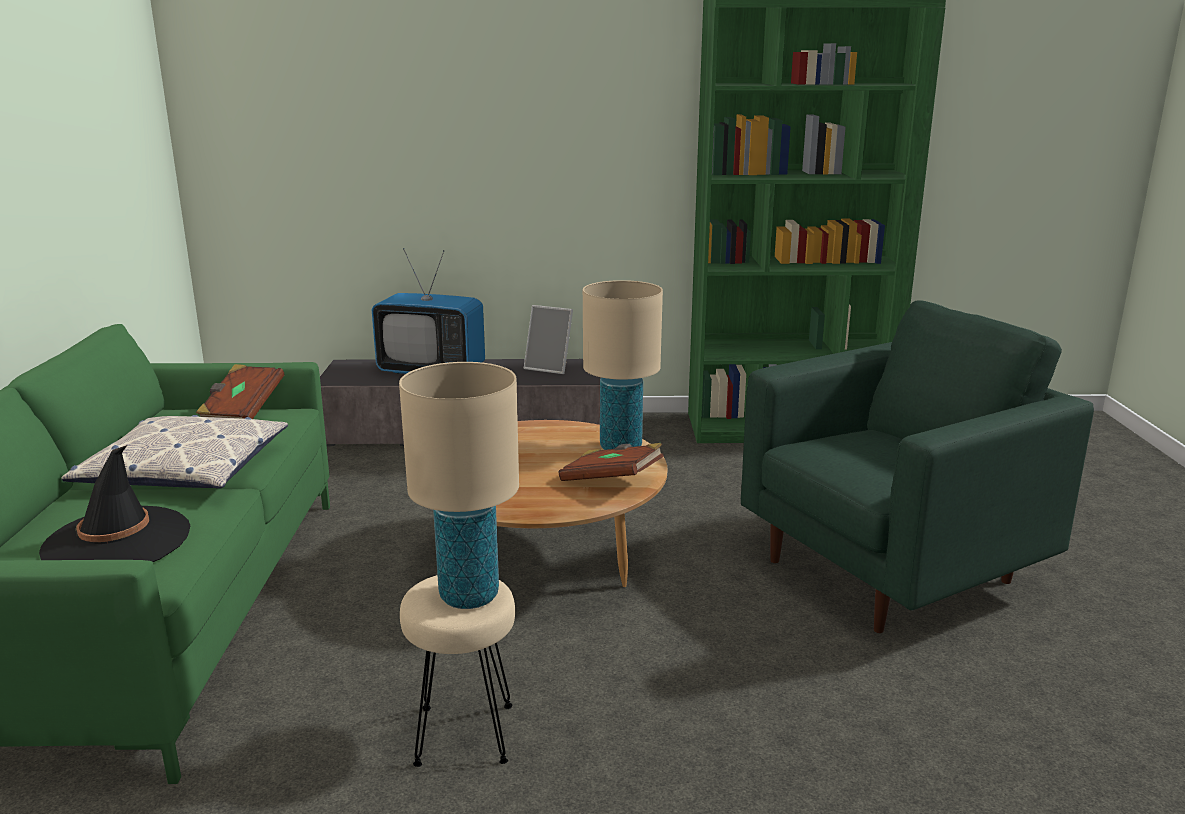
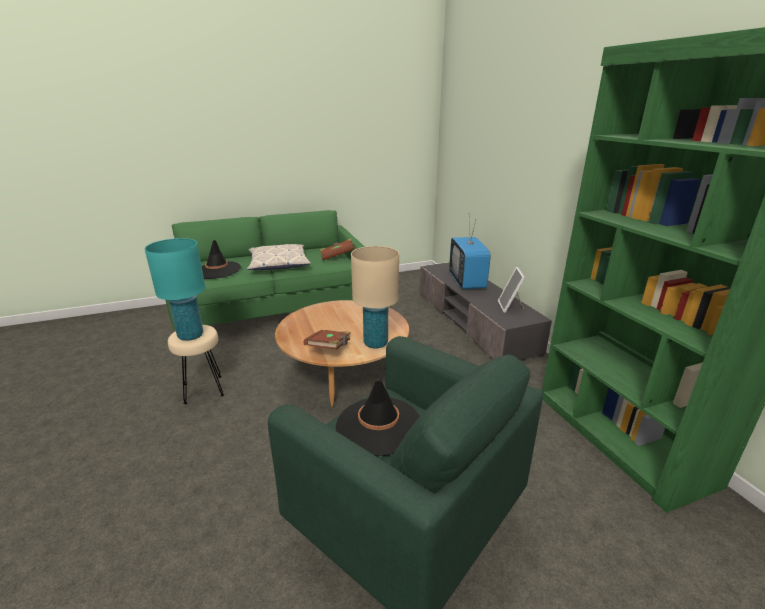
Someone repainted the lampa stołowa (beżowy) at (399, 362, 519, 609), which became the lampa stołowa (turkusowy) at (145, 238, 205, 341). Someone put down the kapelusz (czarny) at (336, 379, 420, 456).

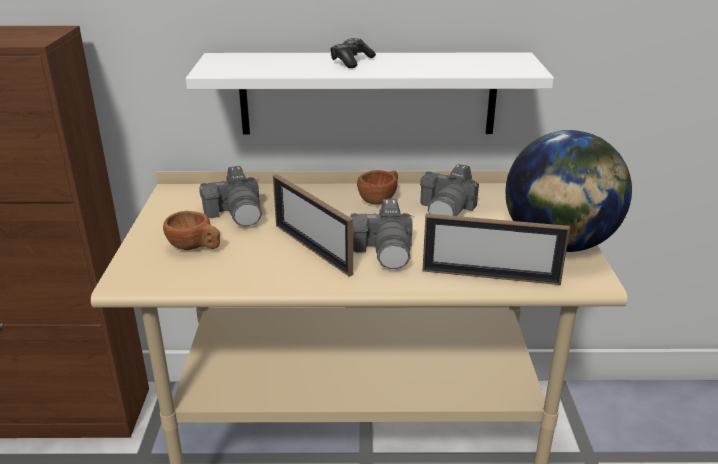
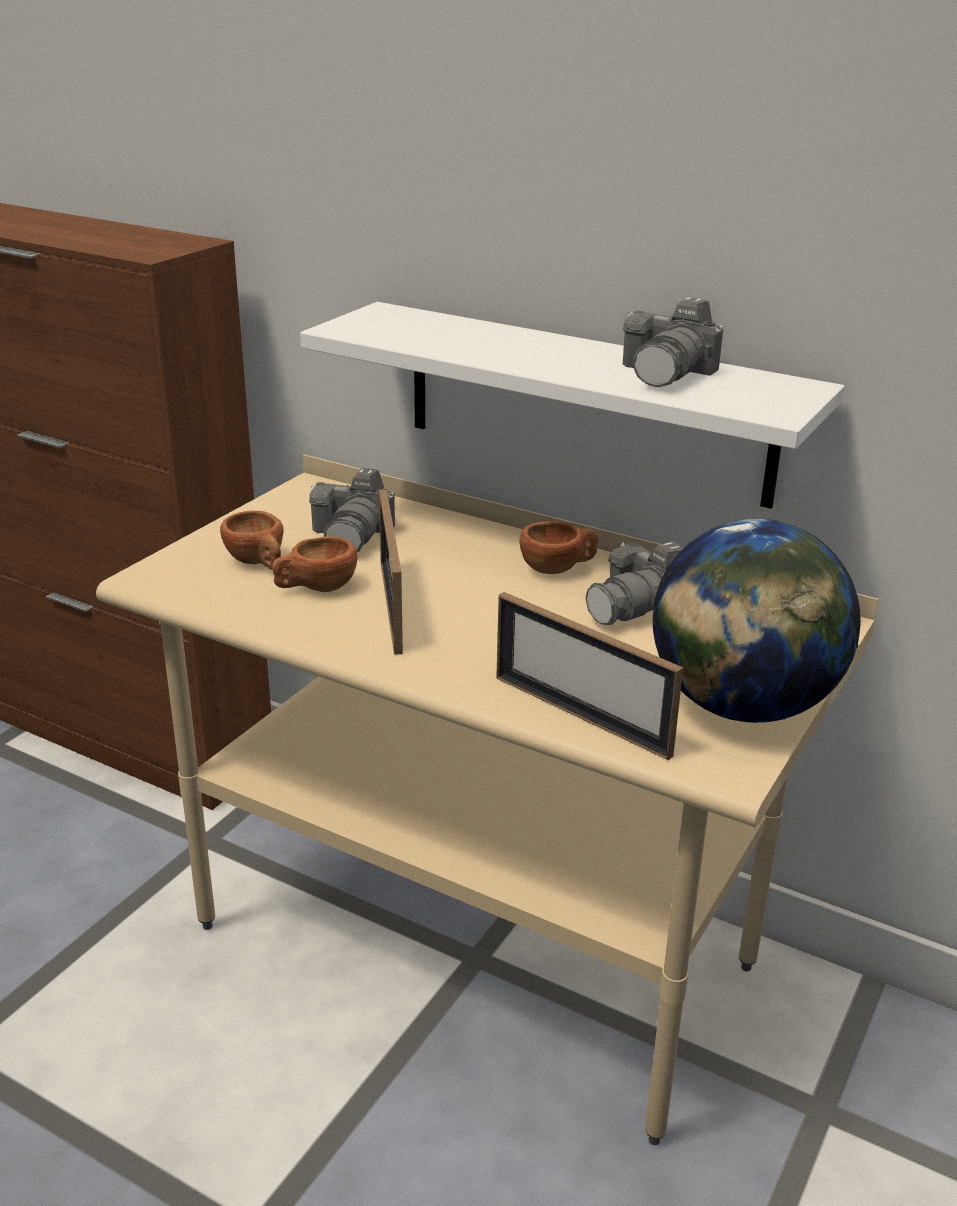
Someone took away the pad do gier at (330, 38, 376, 68). Someone carried the aparat fotograficzny from (350, 199, 414, 269) to (623, 297, 723, 388). Someone put down the filiżanka (brązowy) at (272, 536, 357, 592).

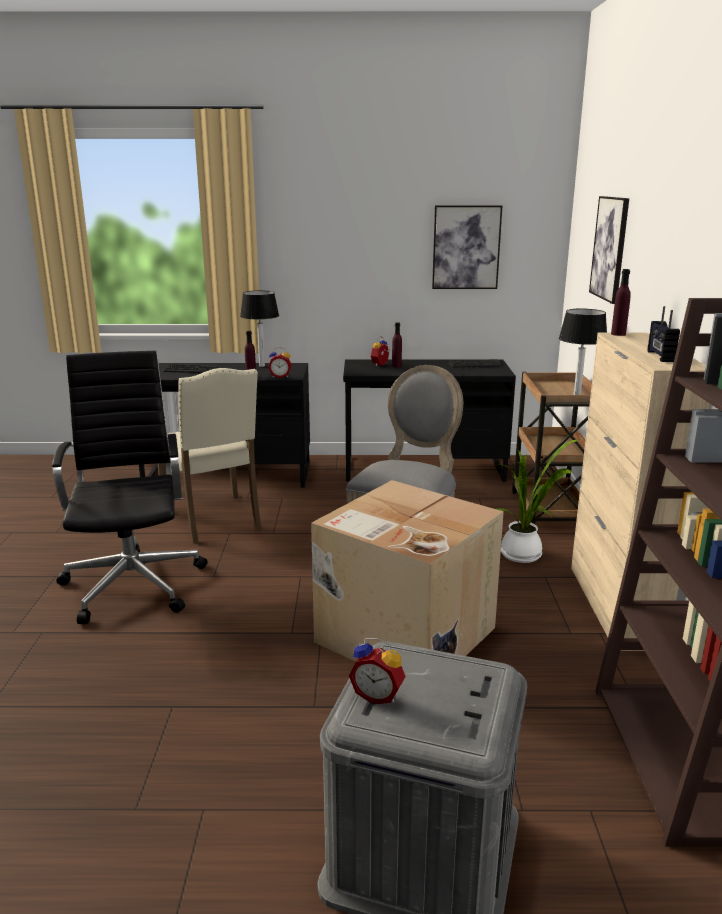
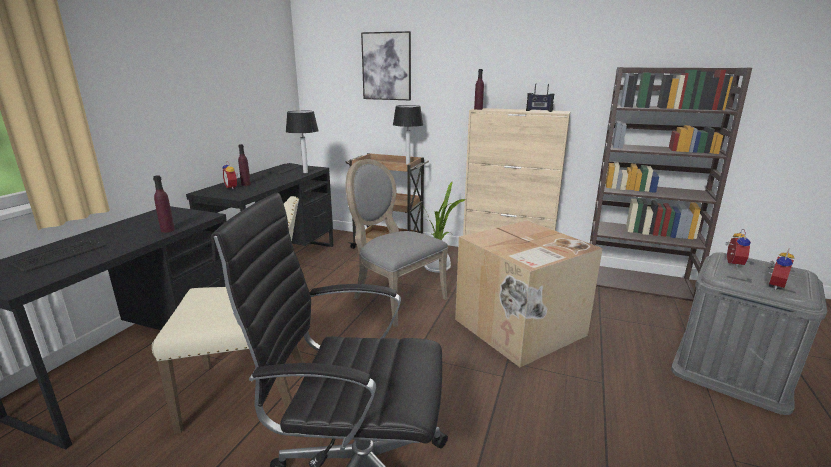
Someone carried the lampa stołowa from (240, 290, 279, 367) to (286, 110, 319, 173). Someone carried the budzik from (268, 347, 292, 378) to (725, 229, 751, 267). Someone took away the obraz at (432, 205, 502, 289).

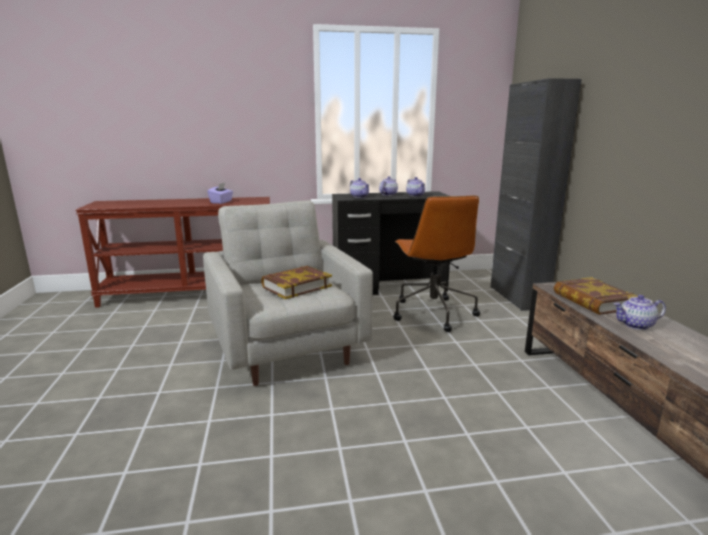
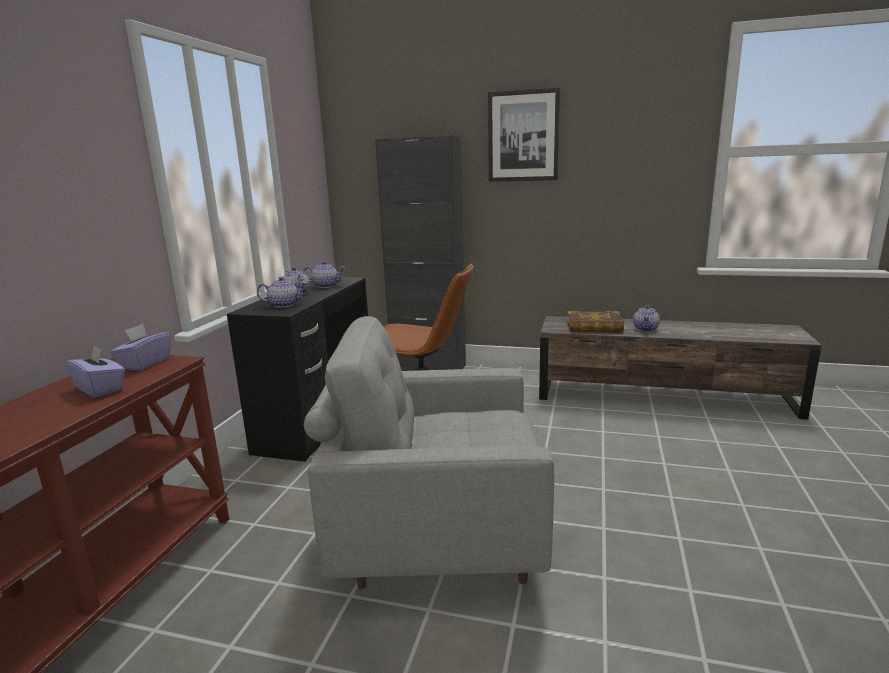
Someone took away the książka at (261, 266, 332, 299). Someone put down the pudełko chusteczek (fioletowy) at (110, 324, 171, 371). Someone put up the obraz at (488, 87, 560, 182).

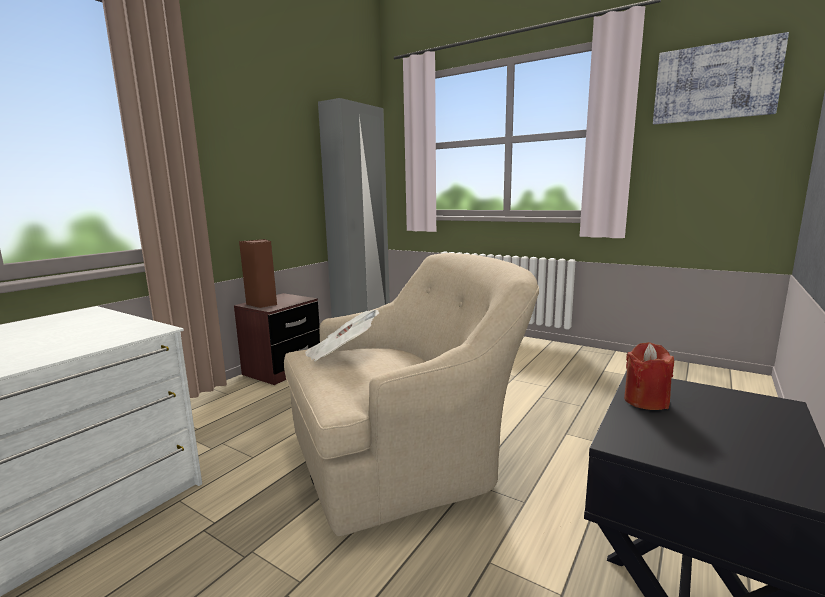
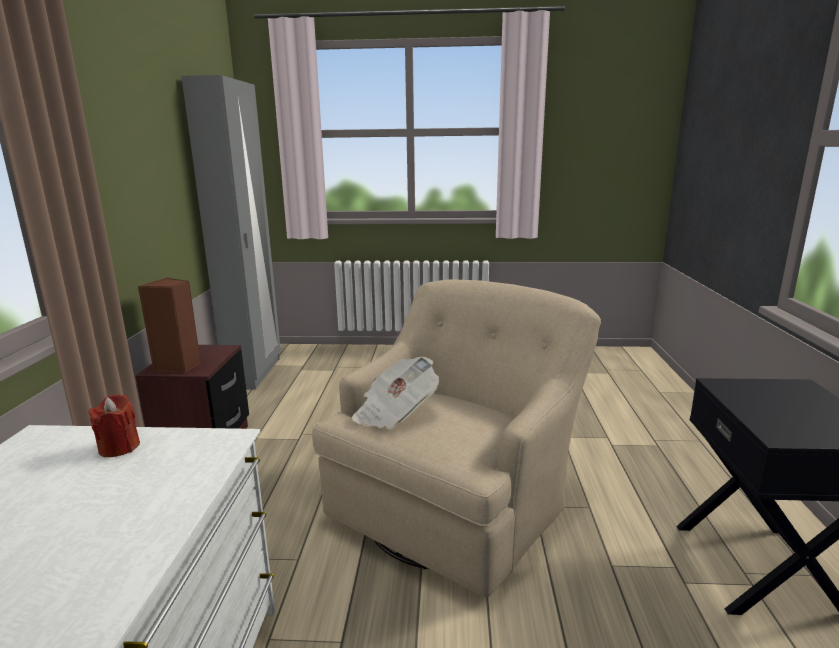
Someone carried the świeca (czerwony) from (624, 342, 674, 410) to (88, 394, 140, 457). Someone took away the obraz at (653, 32, 789, 124).

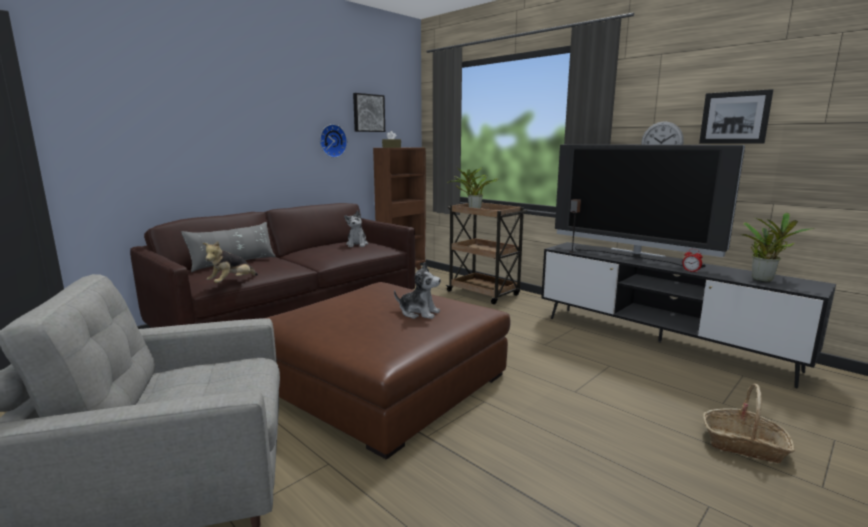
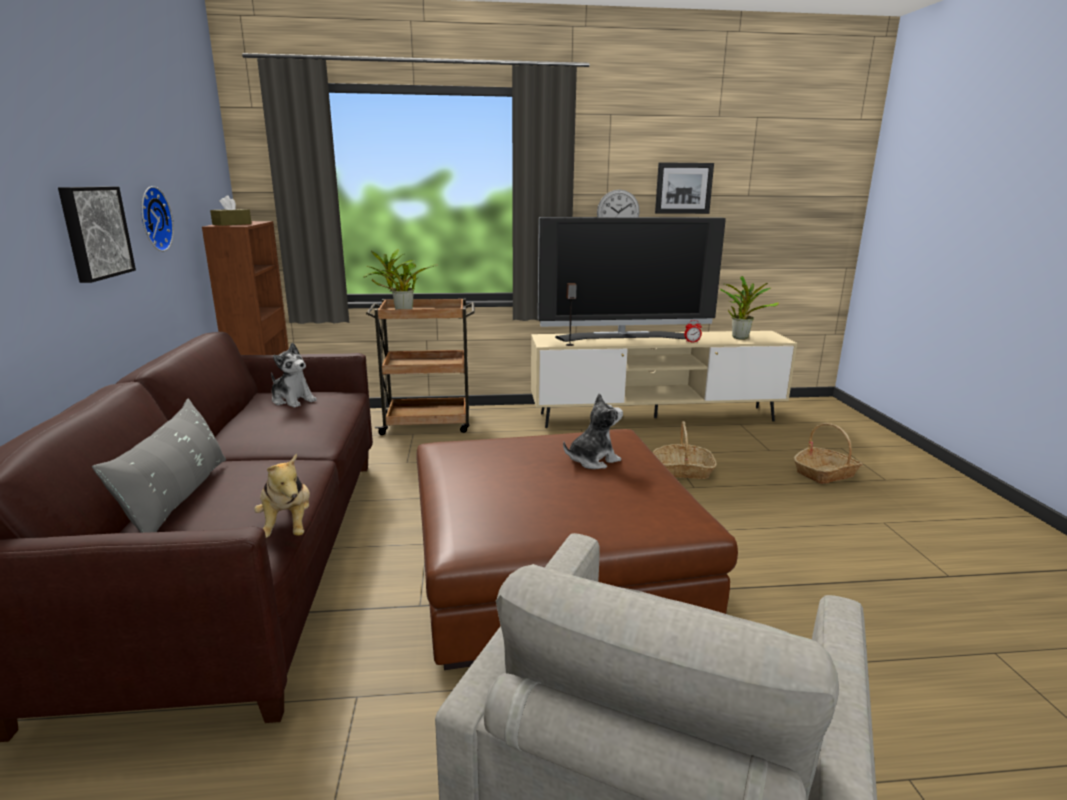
Someone carried the obraz from (353, 93, 385, 132) to (58, 186, 136, 283). Someone repainted the szafka pod telewizor (czarny) at (541, 242, 836, 388), which became the szafka pod telewizor (beżowy) at (531, 331, 797, 428). Someone put down the koszyk at (652, 421, 717, 479).

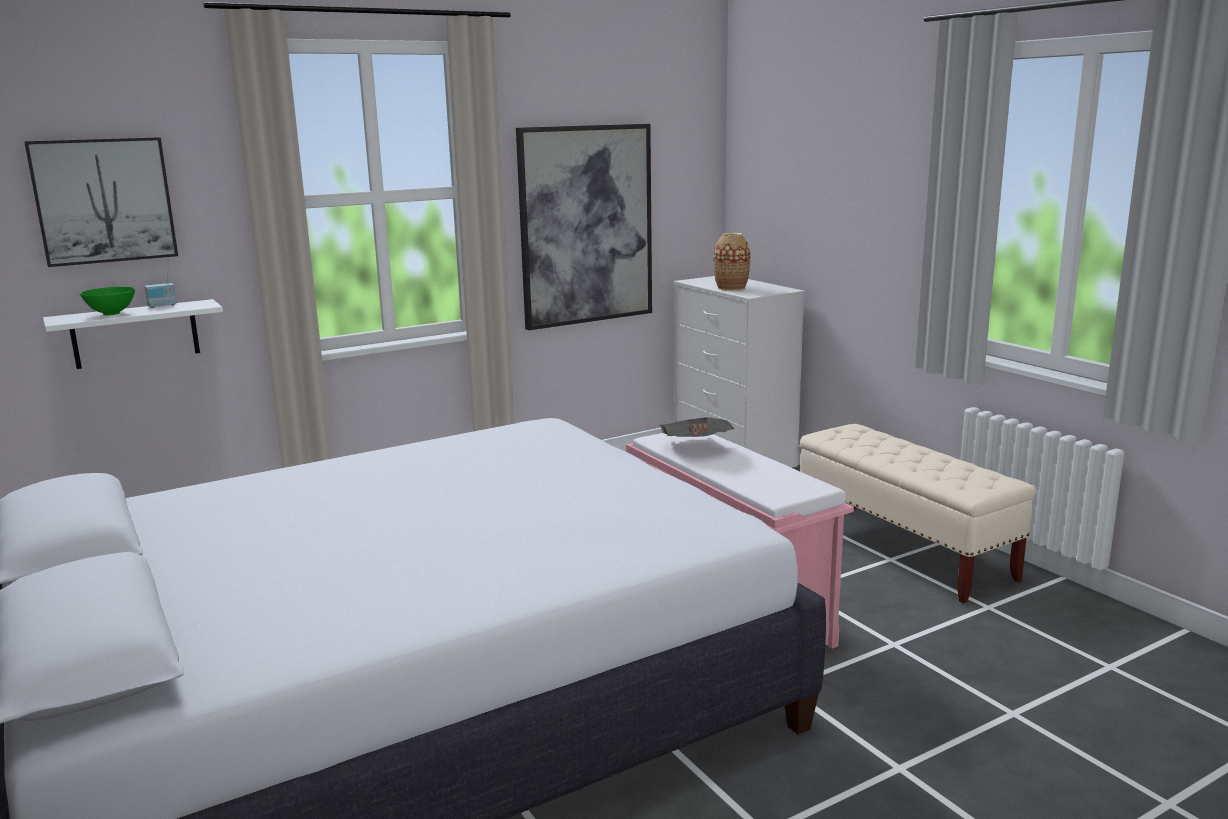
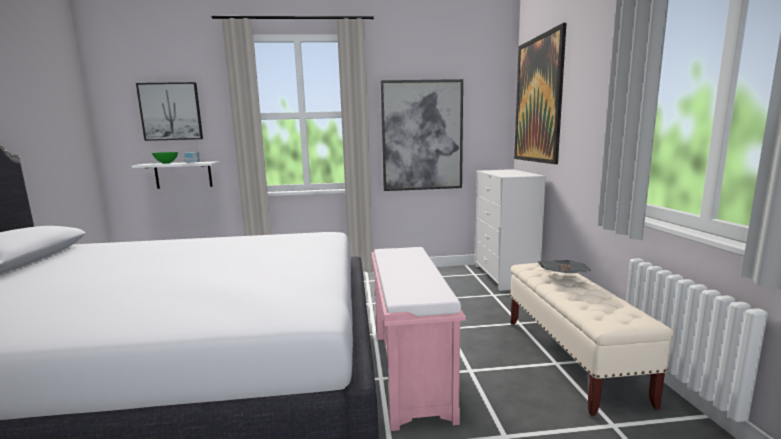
Someone carried the gazeta from (659, 417, 734, 437) to (538, 260, 591, 273). Someone took away the wazon at (713, 233, 750, 291). Someone put up the obraz at (514, 23, 566, 164).

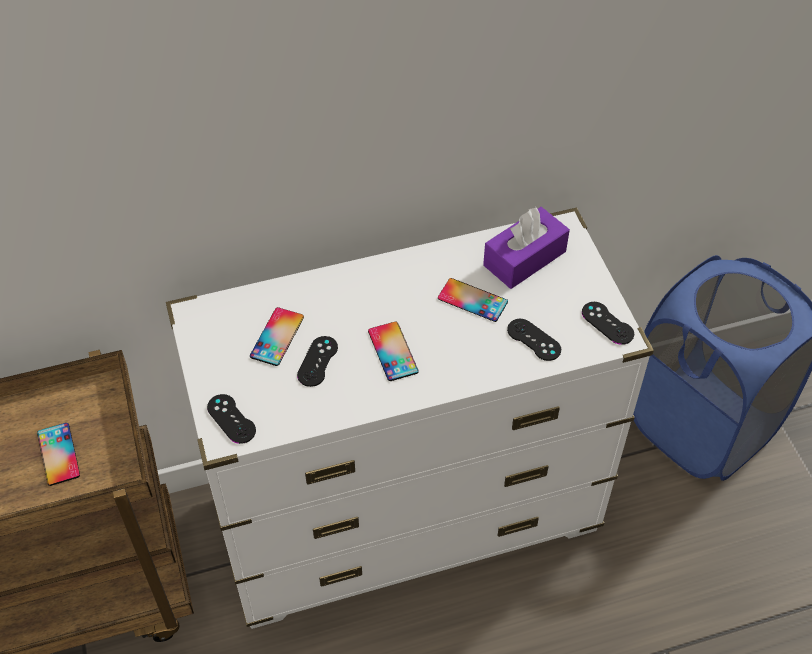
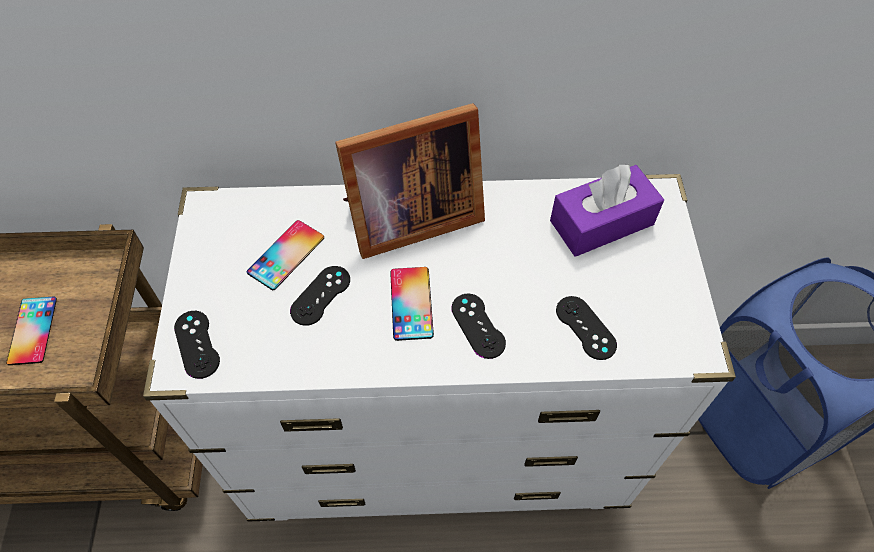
Someone took away the telefon at (438, 278, 508, 322). Someone carried the pad do gier (czarny) from (582, 302, 634, 345) to (451, 294, 506, 359). Someone put down the ramka na zdjęcie at (335, 103, 485, 259).

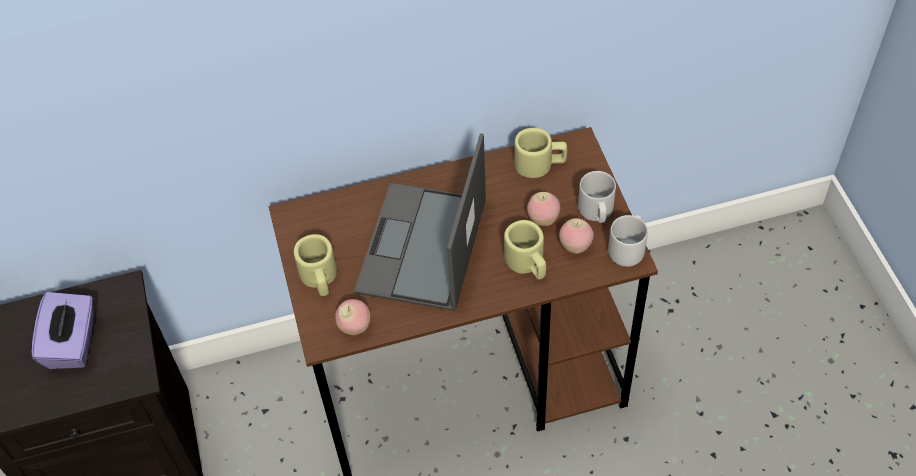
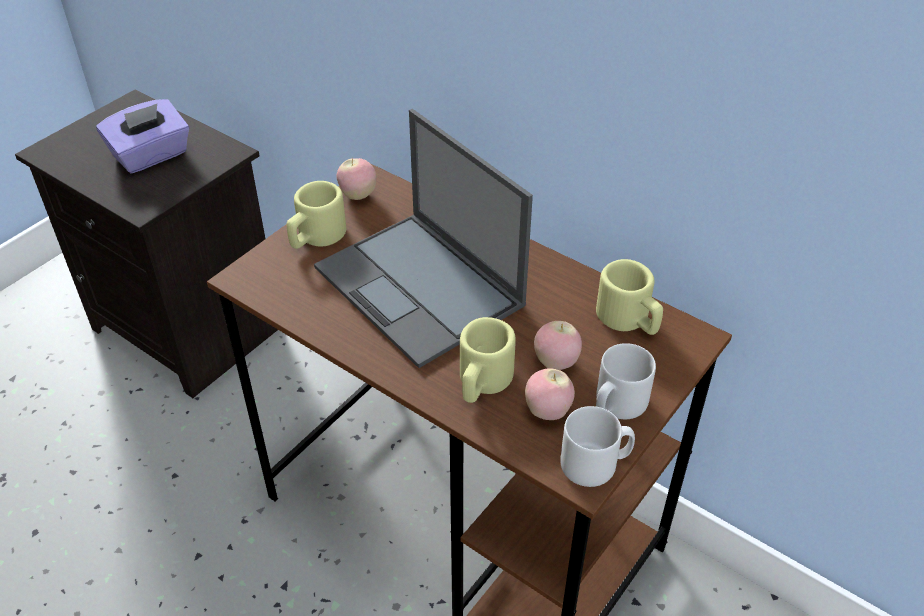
Someone carried the jabłko from (335, 299, 370, 335) to (336, 158, 376, 200). Someone rotated the laptop at (354, 133, 486, 311) by 105 degrees counterclockwise.

